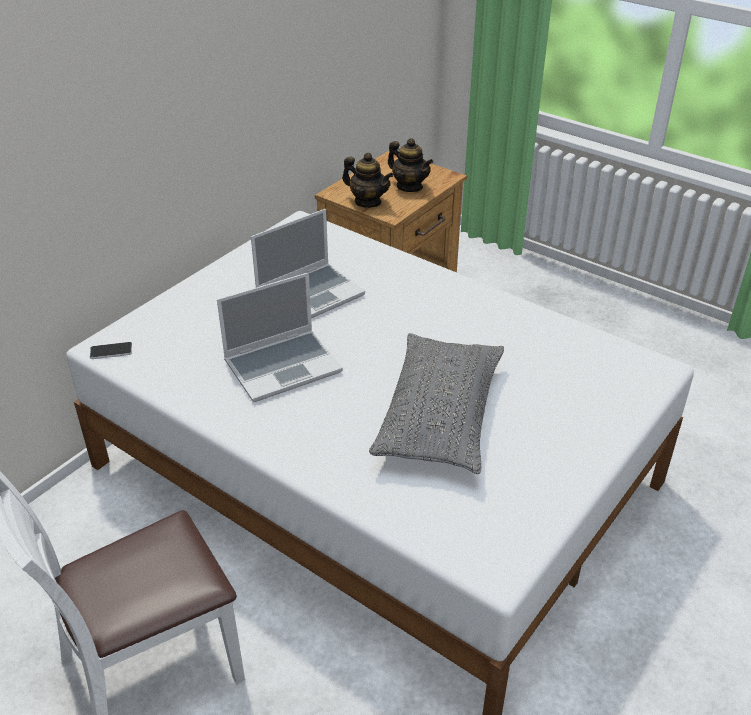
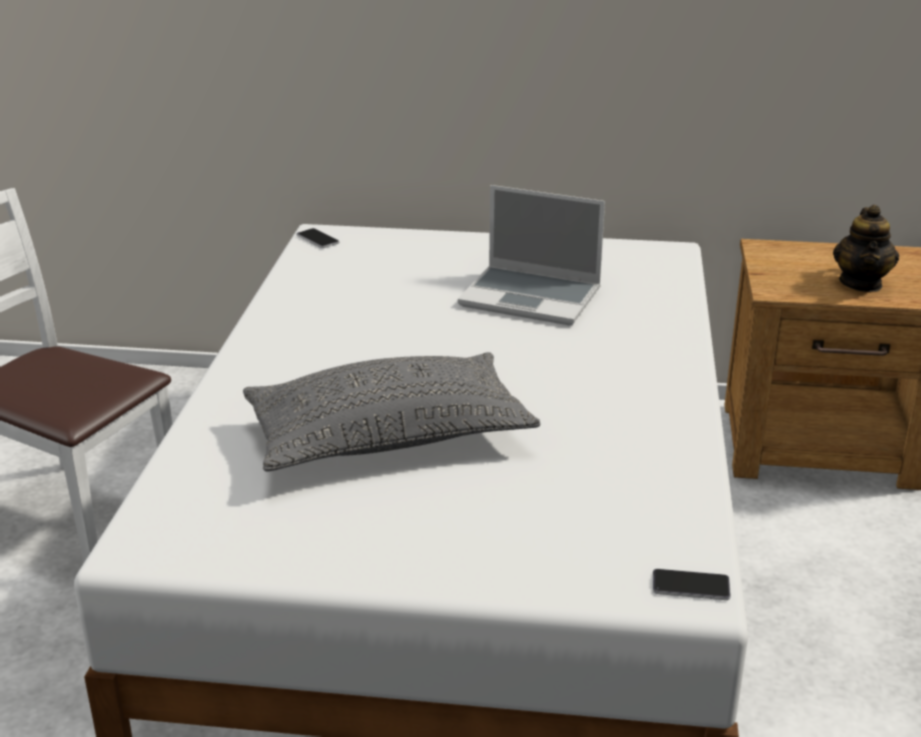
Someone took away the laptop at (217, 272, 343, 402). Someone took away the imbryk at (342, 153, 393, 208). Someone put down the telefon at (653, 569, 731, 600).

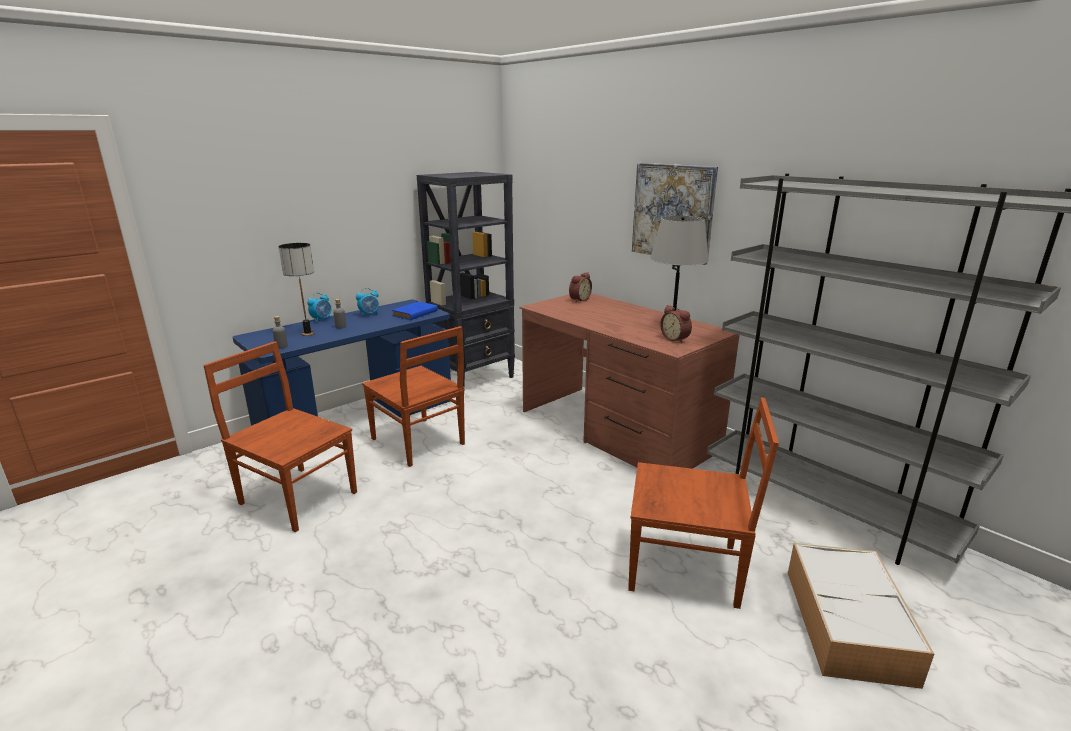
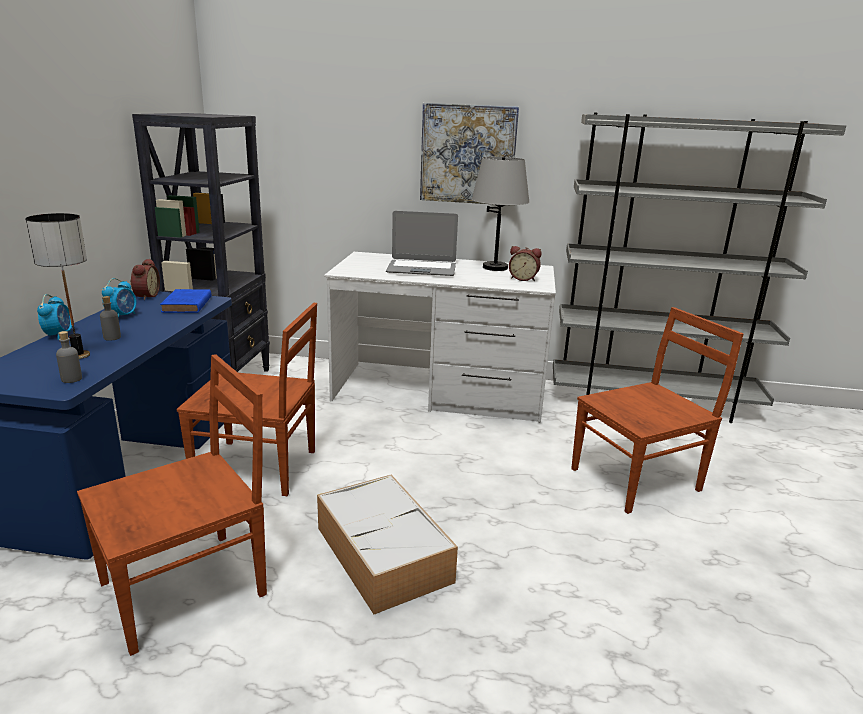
Someone rotated the krzesło (brązowy) at (203, 342, 357, 532) by 150 degrees clockwise. Someone repainted the biurko (brązowy) at (519, 293, 739, 469), which became the biurko (biały) at (324, 252, 556, 423). Someone carried the budzik from (569, 272, 592, 302) to (130, 259, 160, 300). Someone carried the pojemnik do przechowywania from (788, 543, 934, 689) to (317, 475, 458, 614). Someone put down the laptop at (386, 211, 458, 276).

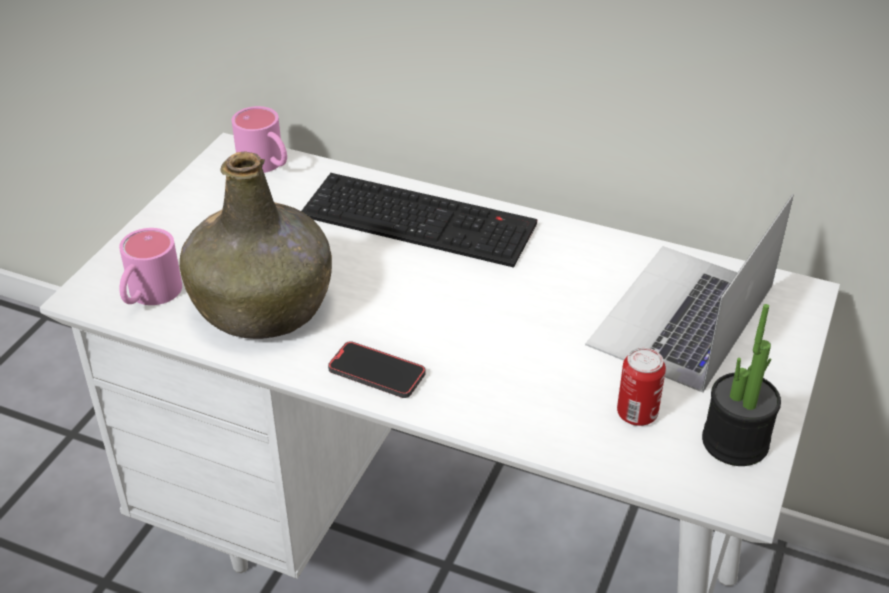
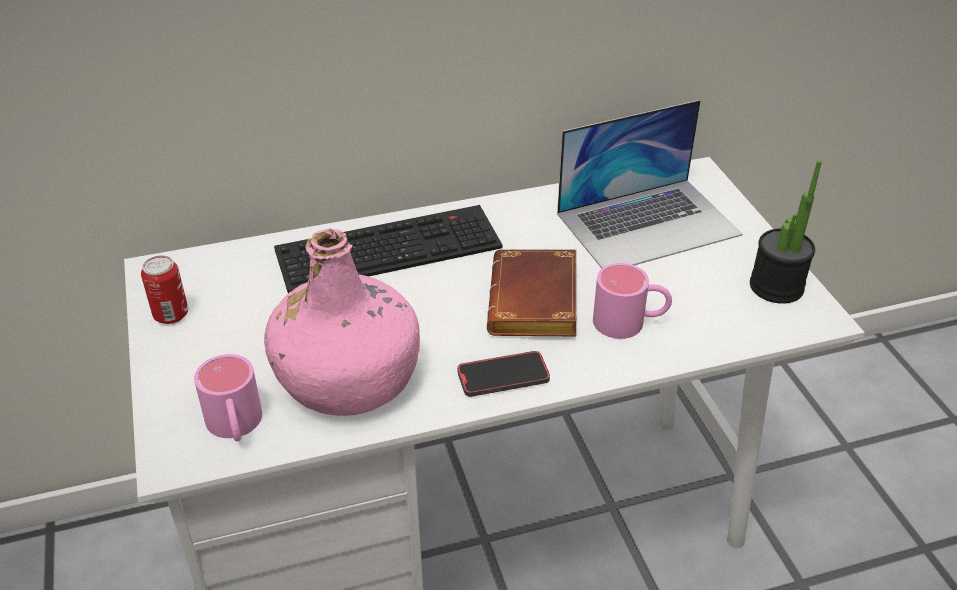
Someone repainted the butelka (zielony) at (180, 151, 332, 339), which became the butelka (różowy) at (264, 228, 420, 416). Someone carried the kubek (różowy) from (232, 106, 287, 173) to (593, 263, 672, 339). Someone rotated the laptop at (585, 194, 794, 393) by 105 degrees counterclockwise. Someone carried the puszka from (617, 347, 666, 426) to (141, 255, 188, 324). Someone put down the książka (brązowy) at (487, 249, 576, 336).

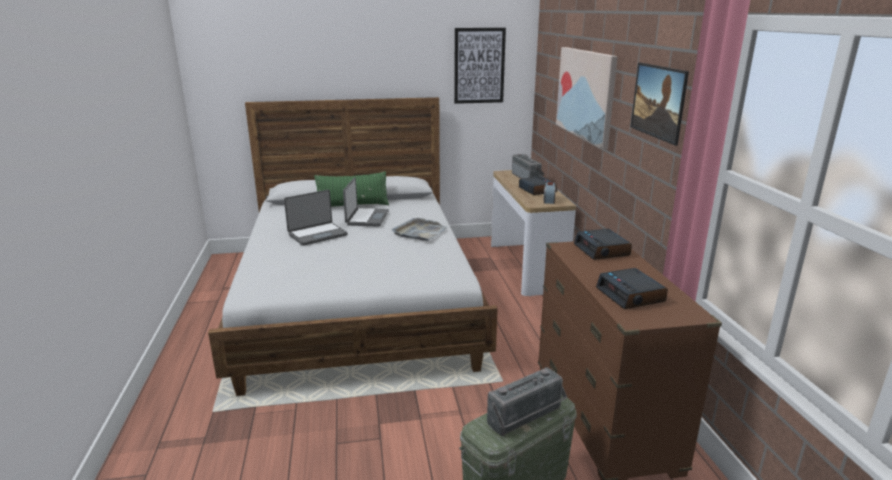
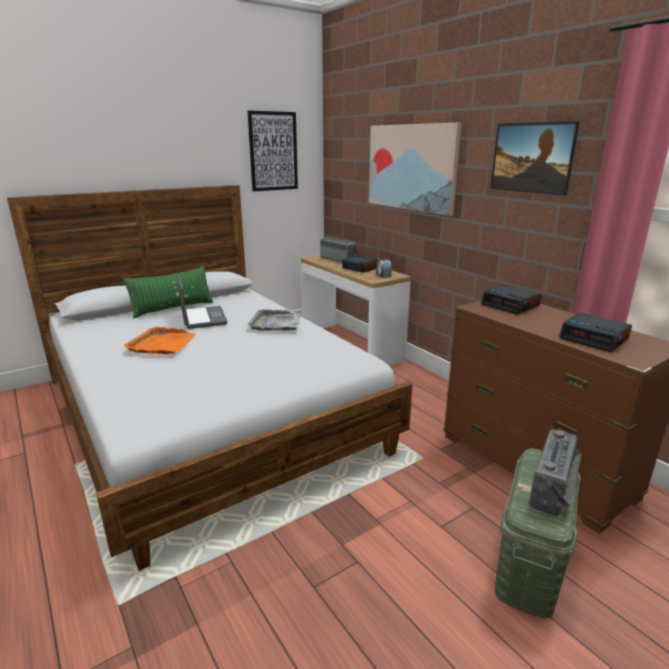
Someone swapped the laptop at (284, 190, 348, 246) for the taca (pomarańczowy) at (124, 327, 196, 354).

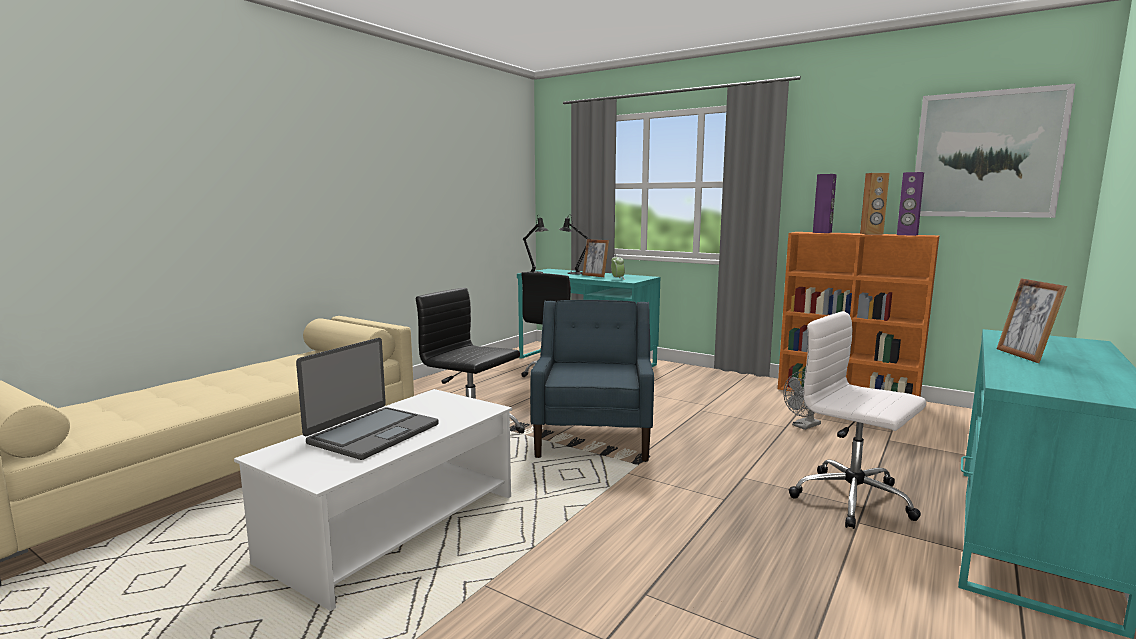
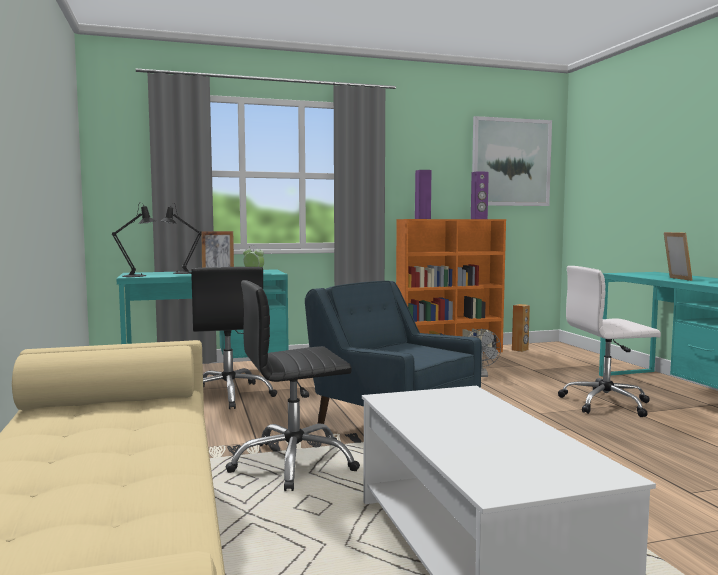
Someone took away the laptop at (296, 338, 439, 460). Someone carried the głośnik (brązowy) from (860, 173, 889, 235) to (512, 304, 530, 352). Someone rotated the ramka na zdjęcie at (996, 278, 1067, 363) by 135 degrees counterclockwise.

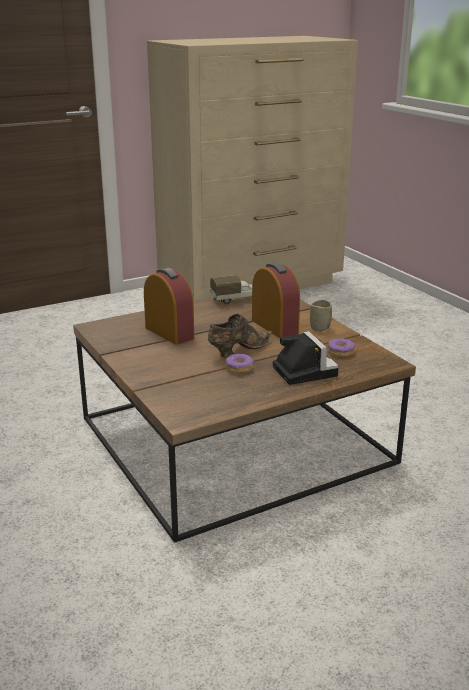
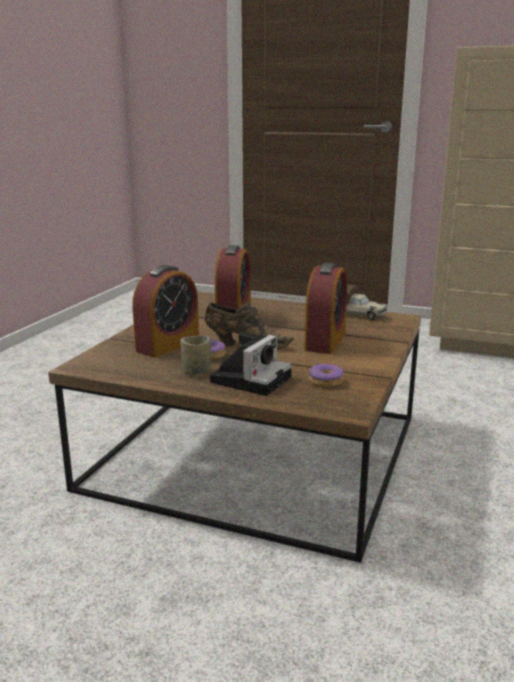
Someone carried the filiżanka from (310, 300, 332, 331) to (181, 336, 211, 375). Someone put down the budzik at (132, 265, 199, 357).

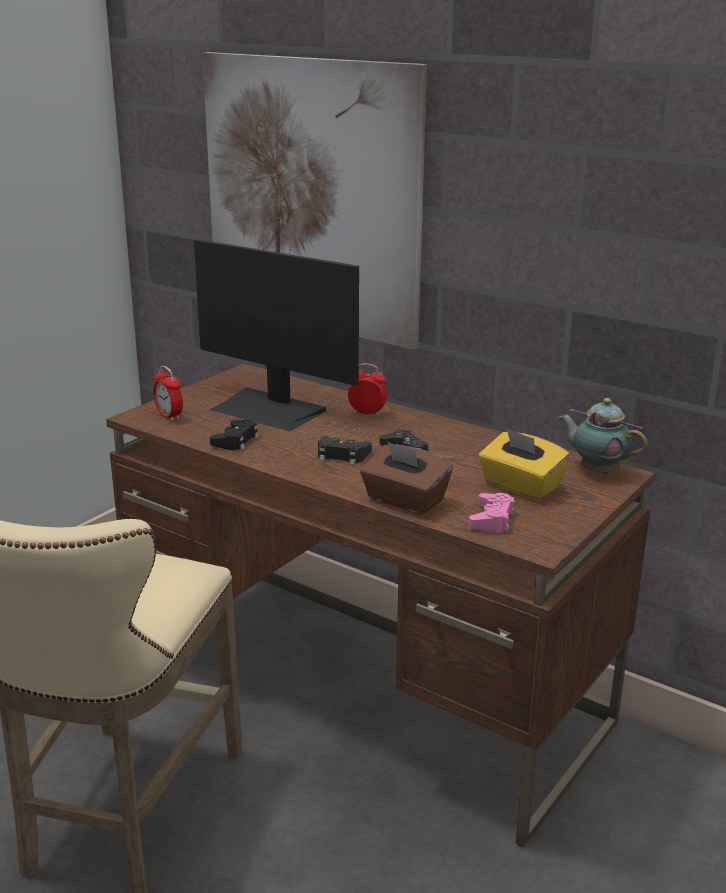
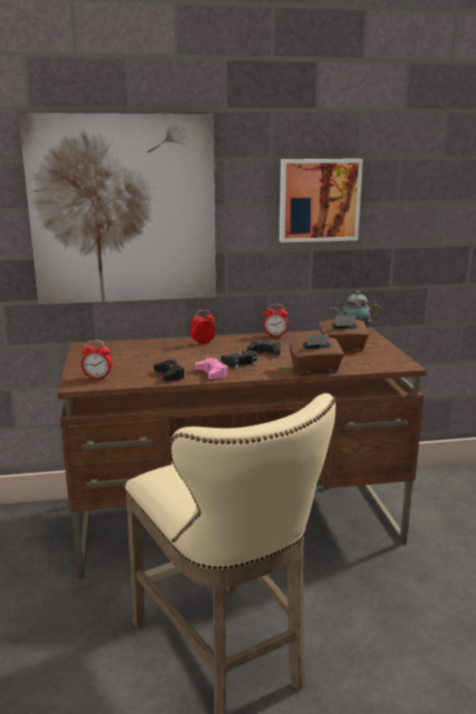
Someone took away the monitor at (194, 239, 359, 431). Someone carried the pad do gier (różowy) from (469, 493, 515, 533) to (195, 358, 229, 379). Someone repainted the pudełko chusteczek (żółty) at (478, 428, 570, 500), which became the pudełko chusteczek (brązowy) at (319, 315, 369, 351). Someone put down the budzik at (263, 304, 288, 337). Someone put up the obraz at (279, 159, 363, 242).

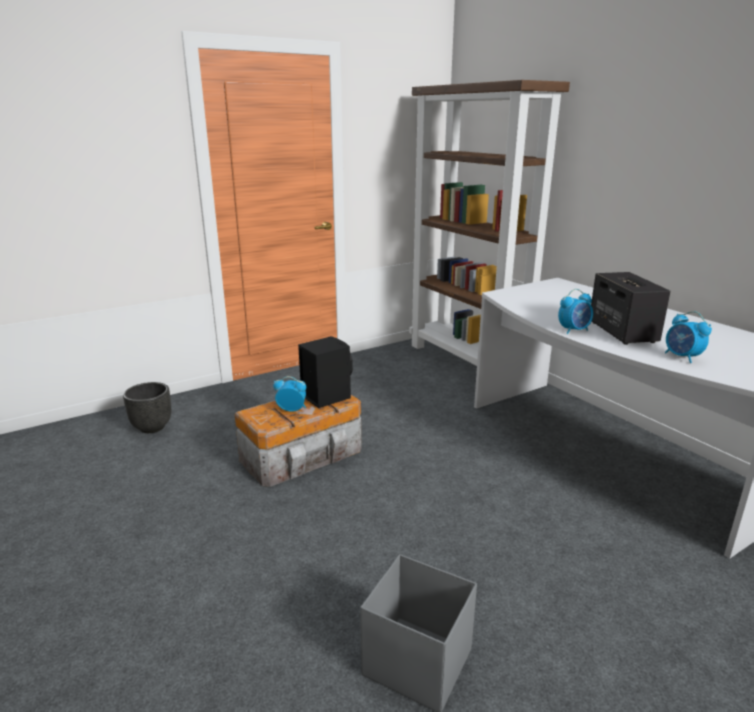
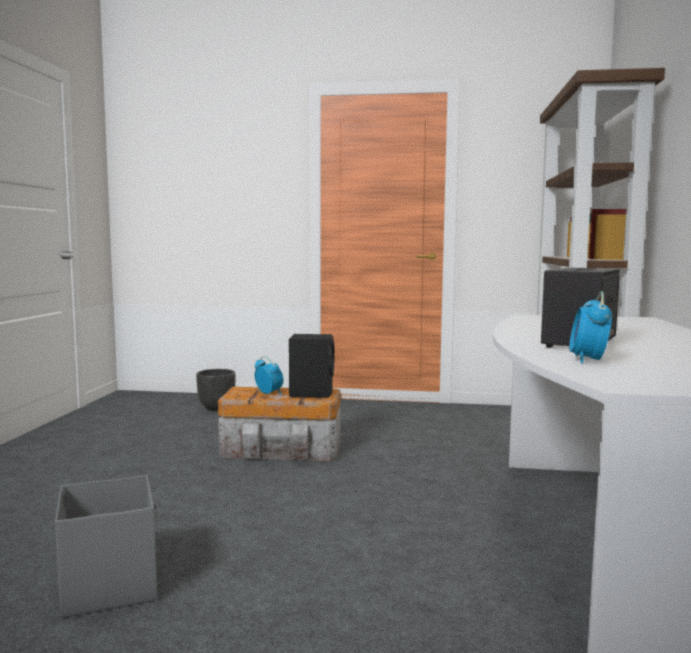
Someone took away the budzik at (558, 289, 593, 334).

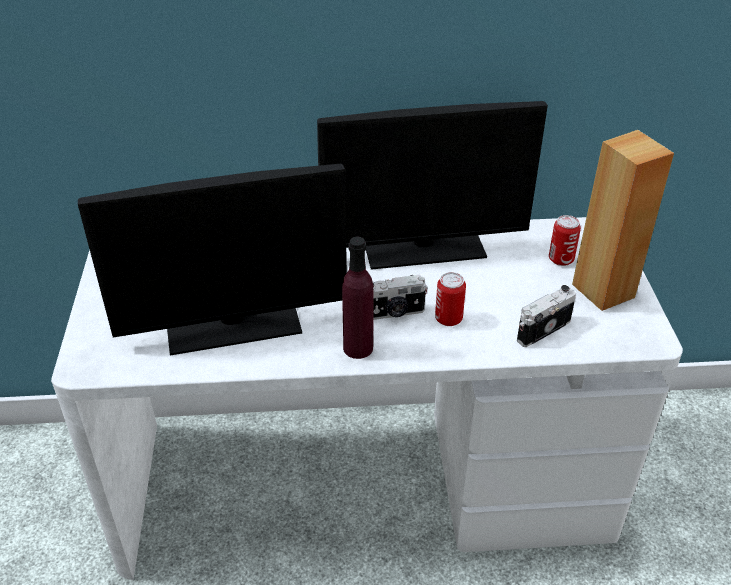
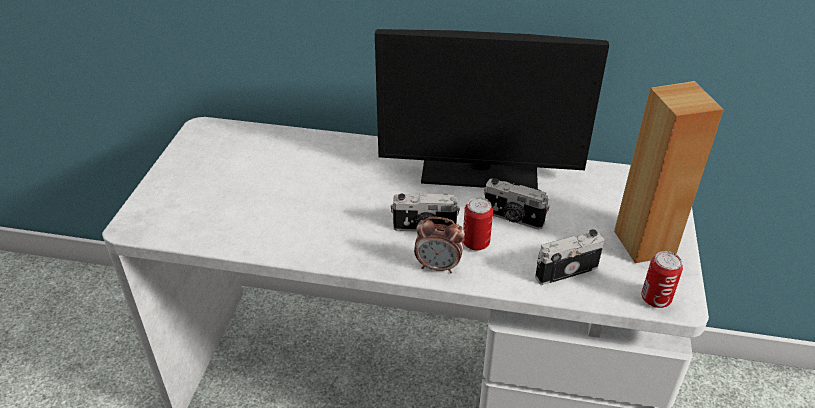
Someone took away the monitor at (78, 164, 347, 356). Someone took away the butelka (fioletowy) at (342, 237, 374, 359). Someone carried the puszka from (549, 215, 581, 266) to (642, 251, 683, 308). Someone put down the budzik at (414, 217, 465, 273). Someone put down the aparat fotograficzny at (484, 178, 550, 230).

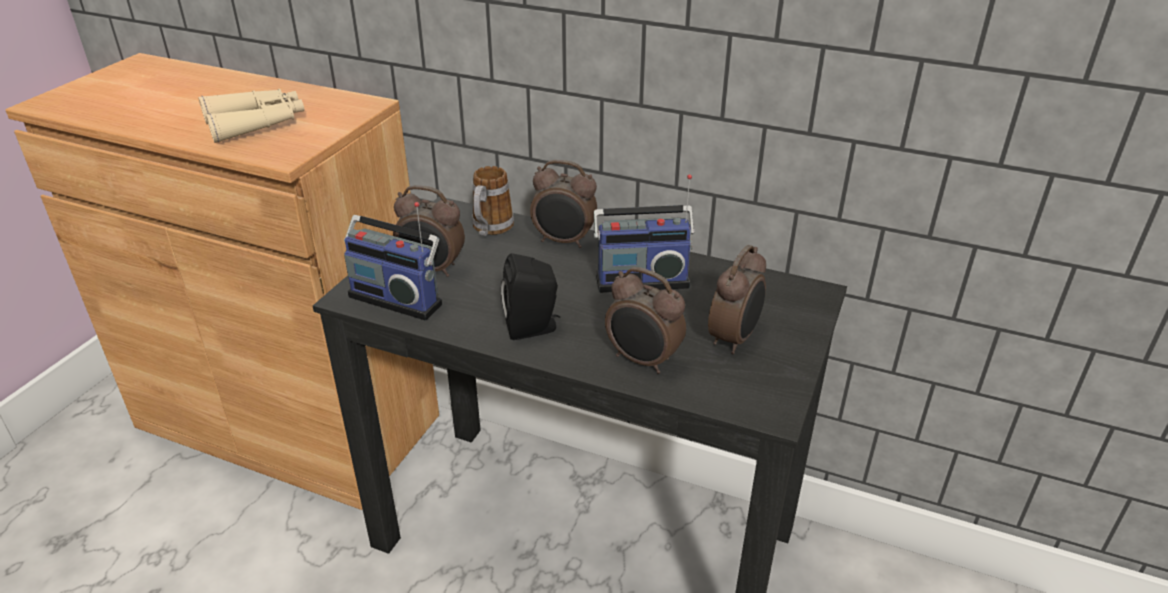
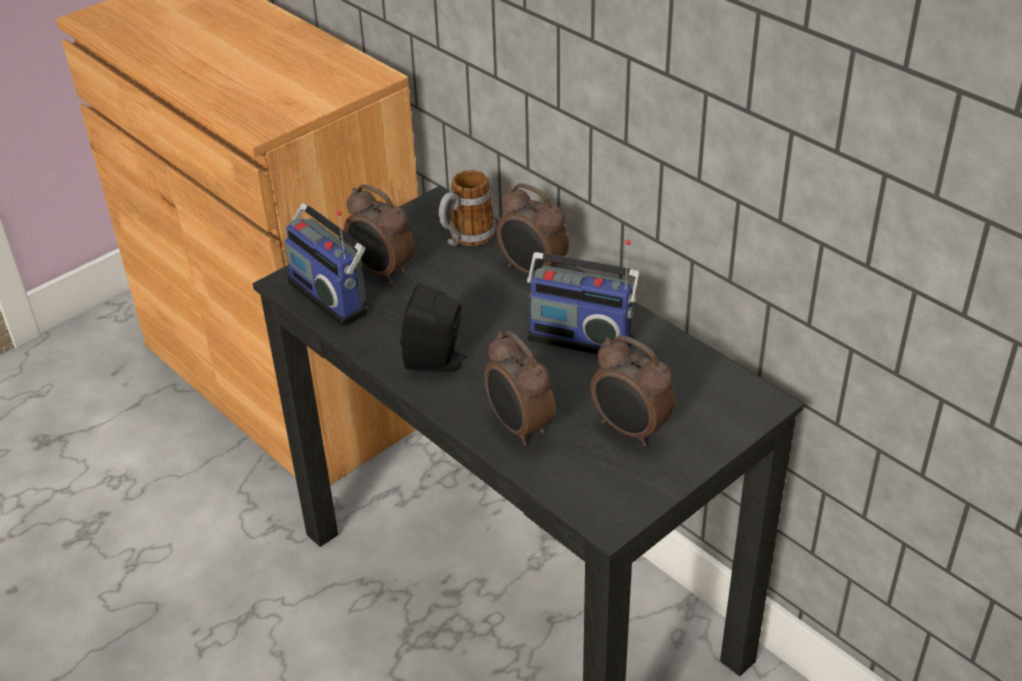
Someone took away the lornetka (beżowy) at (198, 89, 305, 143). Someone rotated the budzik at (708, 245, 766, 354) by 75 degrees clockwise.

